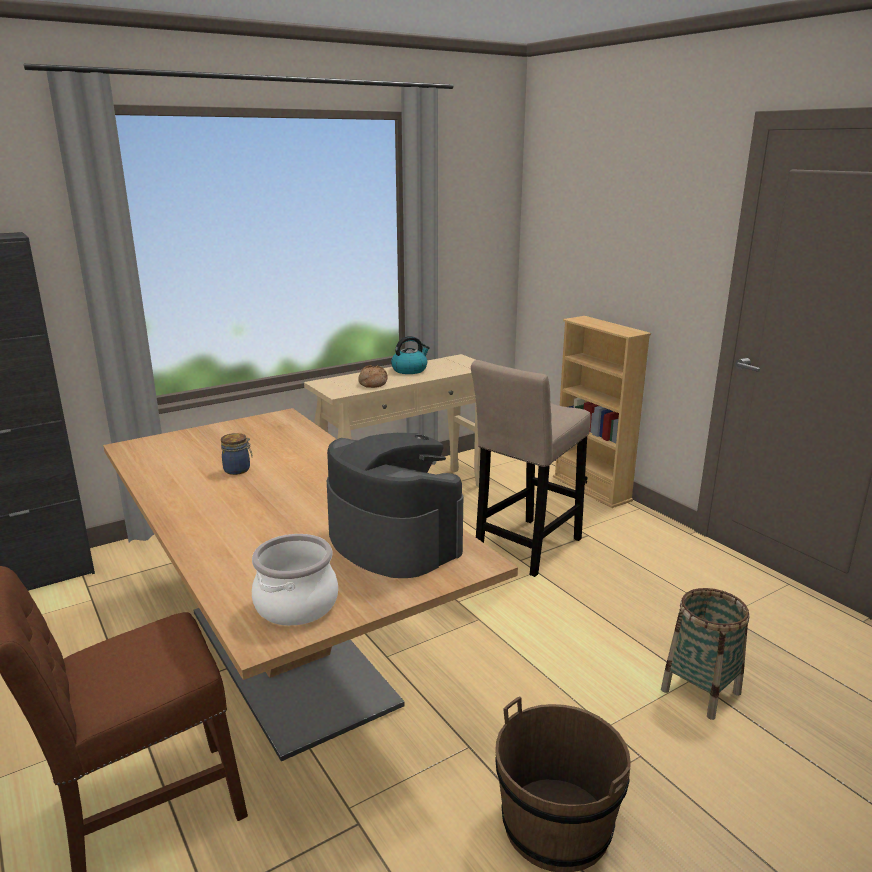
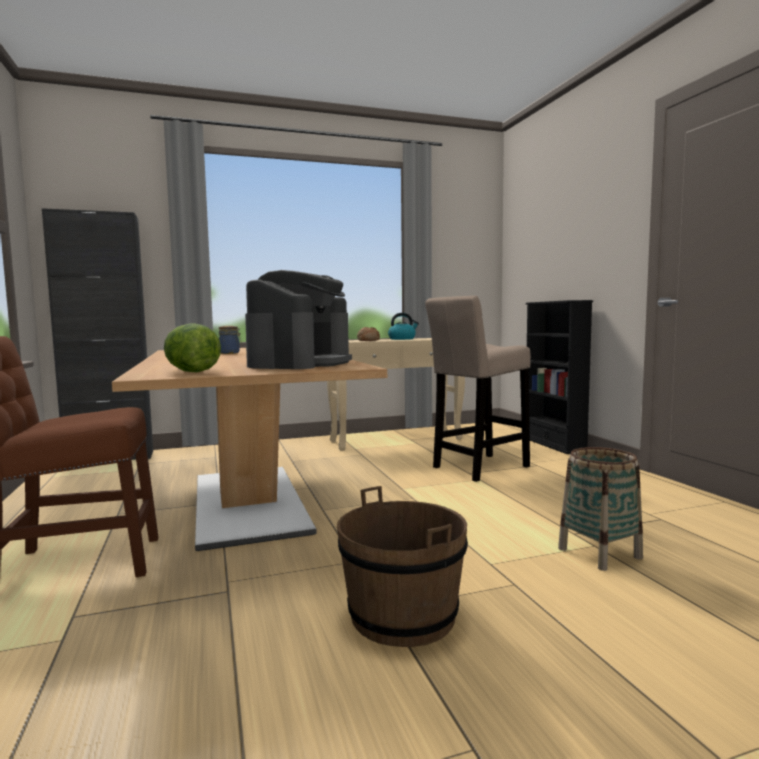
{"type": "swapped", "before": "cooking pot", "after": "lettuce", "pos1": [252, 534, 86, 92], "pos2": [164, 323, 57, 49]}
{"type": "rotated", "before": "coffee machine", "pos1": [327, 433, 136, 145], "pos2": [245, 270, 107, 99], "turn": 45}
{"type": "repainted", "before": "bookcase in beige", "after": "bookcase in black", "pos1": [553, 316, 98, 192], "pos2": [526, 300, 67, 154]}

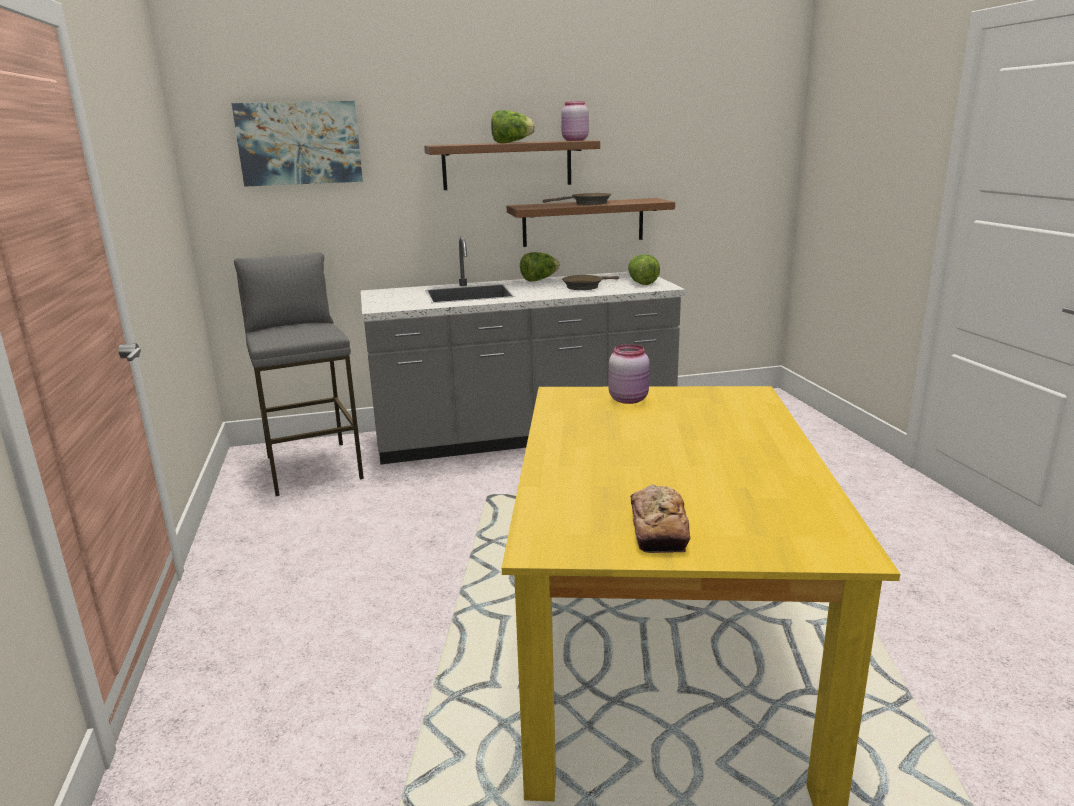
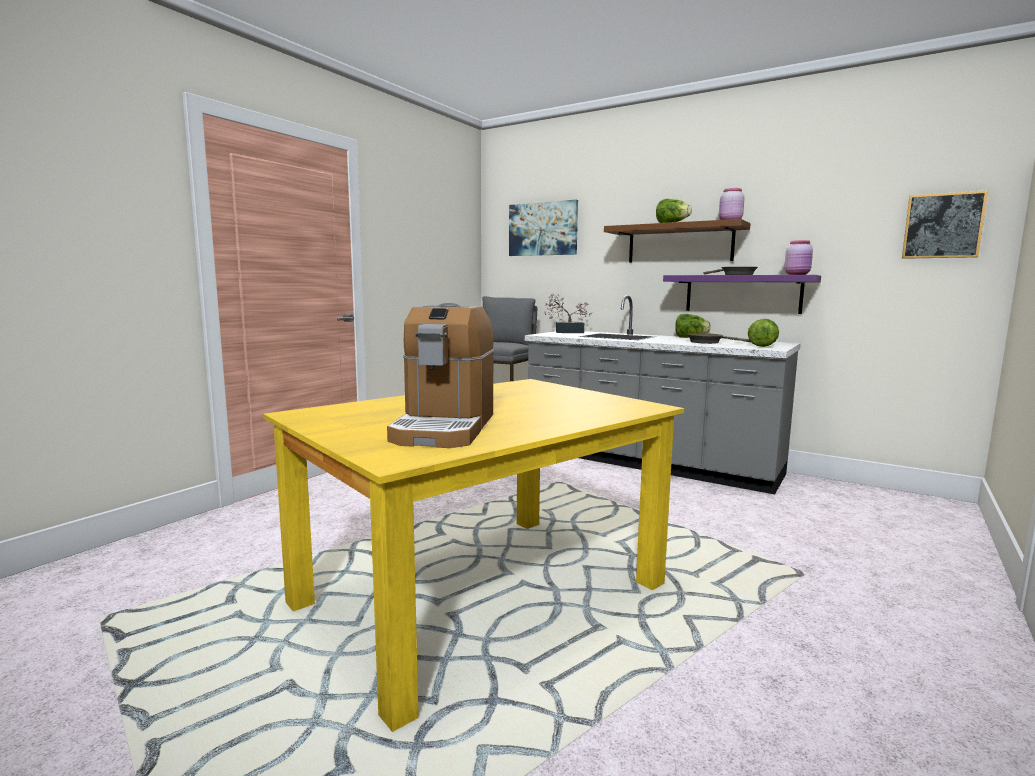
{"type": "repainted", "before": "shelf in brown", "after": "shelf in purple", "pos1": [507, 198, 168, 49], "pos2": [663, 275, 158, 39]}
{"type": "shifted", "before": "jar in pink", "pos1": [609, 344, 41, 60], "pos2": [784, 240, 29, 35]}
{"type": "gone", "before": "bread", "pos1": [630, 485, 60, 68]}
{"type": "new", "after": "coffee machine", "pos2": [387, 303, 107, 145]}
{"type": "new", "after": "potted plant", "pos2": [544, 293, 48, 40]}
{"type": "new", "after": "picture", "pos2": [902, 190, 86, 69]}

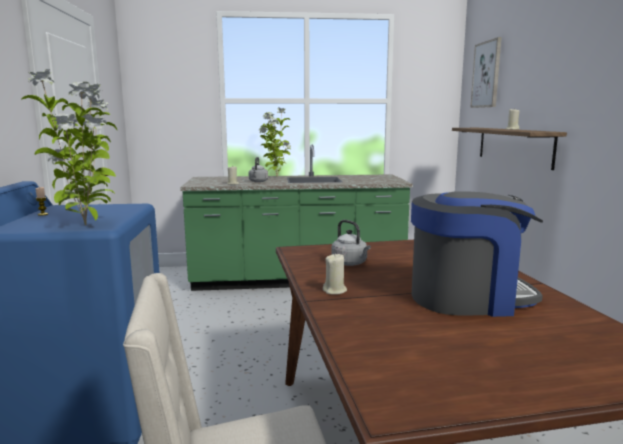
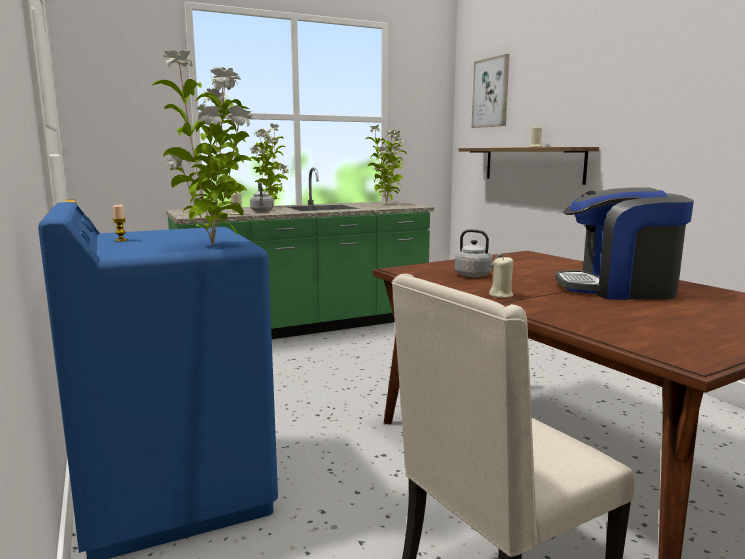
{"type": "rotated", "before": "coffee machine", "pos1": [411, 191, 132, 126], "pos2": [555, 187, 139, 113], "turn": -150}
{"type": "new", "after": "potted plant", "pos2": [366, 125, 41, 79]}

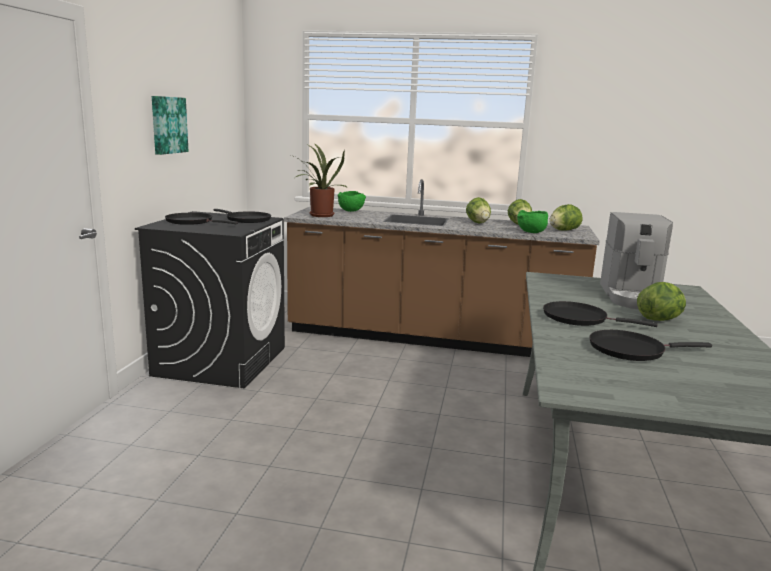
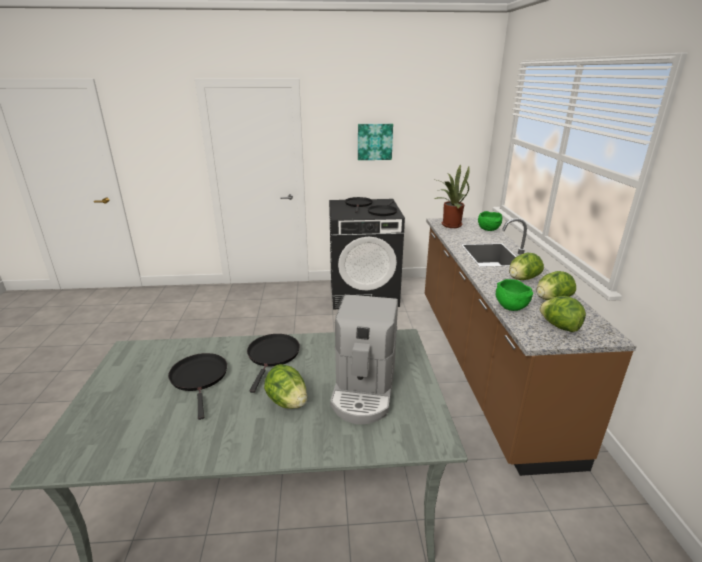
{"type": "rotated", "before": "coffee machine", "pos1": [600, 212, 73, 97], "pos2": [330, 295, 68, 129], "turn": -75}

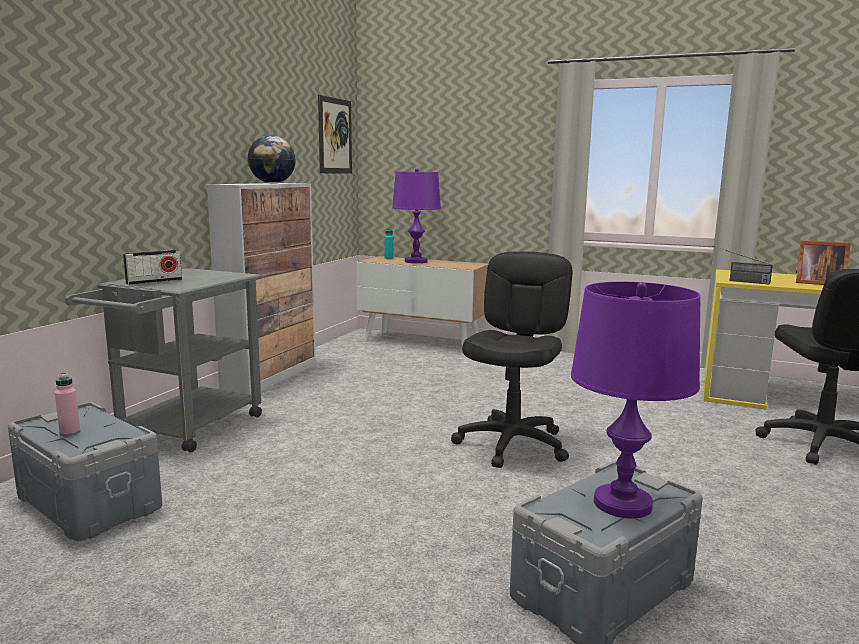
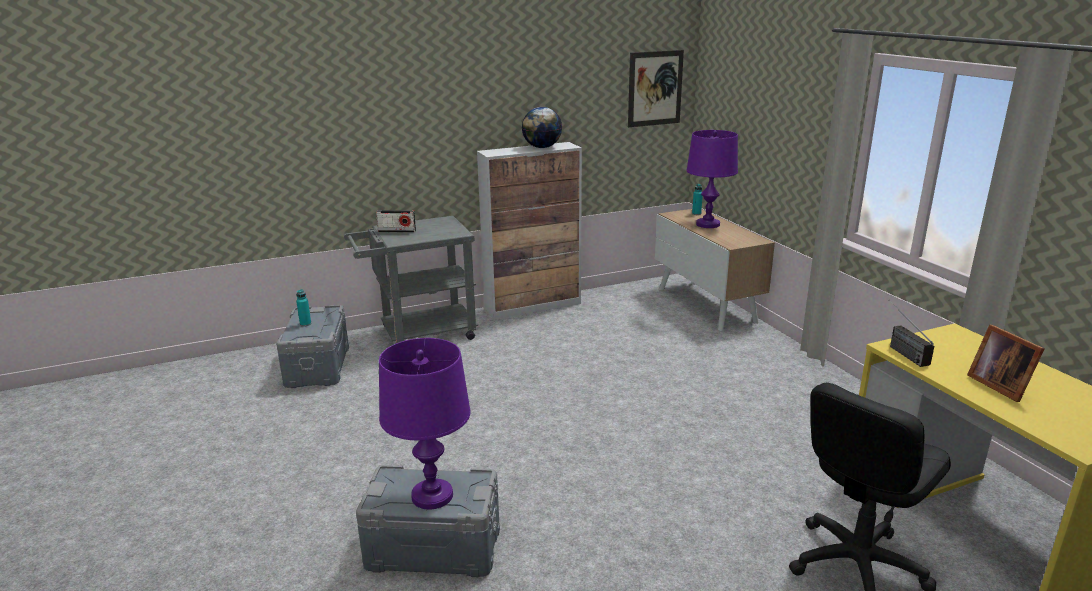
{"type": "repainted", "before": "bottle in pink", "after": "bottle in turquoise", "pos1": [55, 373, 25, 63], "pos2": [296, 289, 15, 38]}
{"type": "gone", "before": "office chair in black", "pos1": [451, 251, 121, 217]}

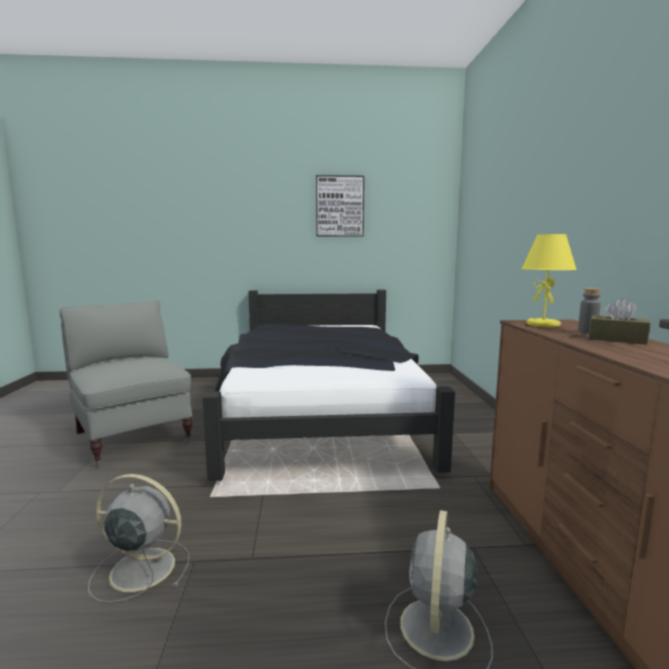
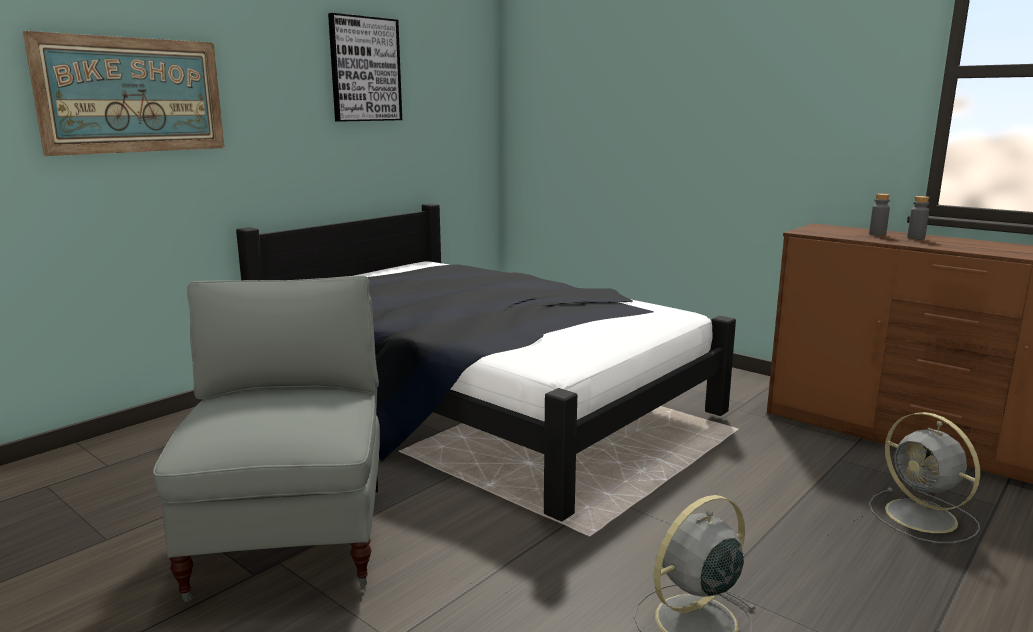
{"type": "rotated", "before": "armchair in grey", "pos1": [60, 301, 133, 166], "pos2": [153, 276, 227, 326], "turn": 75}
{"type": "gone", "before": "table lamp in yellow", "pos1": [521, 234, 56, 94]}
{"type": "swapped", "before": "tissue box in brown", "after": "bottle in grey", "pos1": [589, 298, 61, 47], "pos2": [907, 196, 23, 43]}
{"type": "new", "after": "picture", "pos2": [23, 31, 202, 125]}

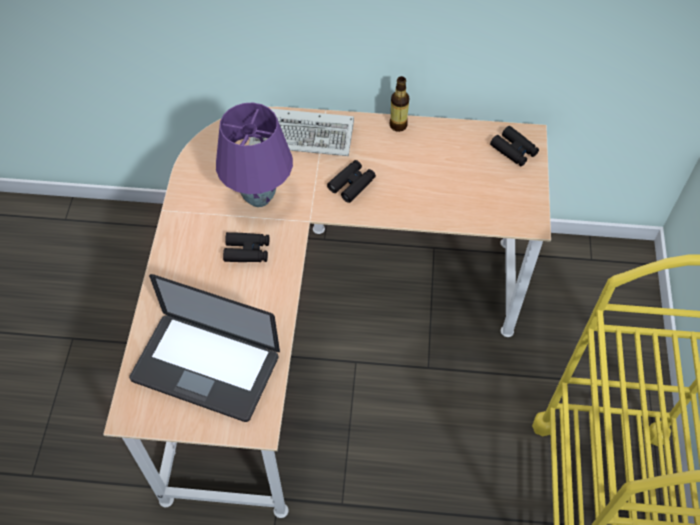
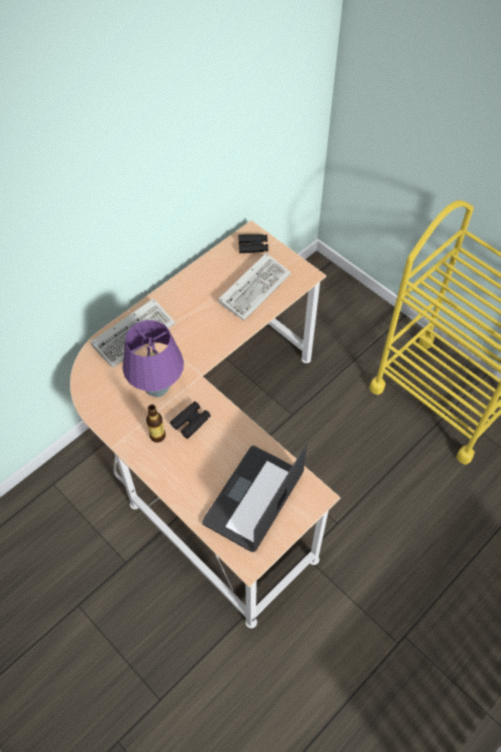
{"type": "rotated", "before": "laptop", "pos1": [129, 274, 151, 148], "pos2": [202, 444, 105, 108], "turn": 150}
{"type": "gone", "before": "binoculars in black", "pos1": [327, 160, 49, 43]}
{"type": "shifted", "before": "bottle", "pos1": [389, 76, 20, 56], "pos2": [146, 404, 20, 39]}
{"type": "new", "after": "keyboard", "pos2": [218, 253, 73, 68]}

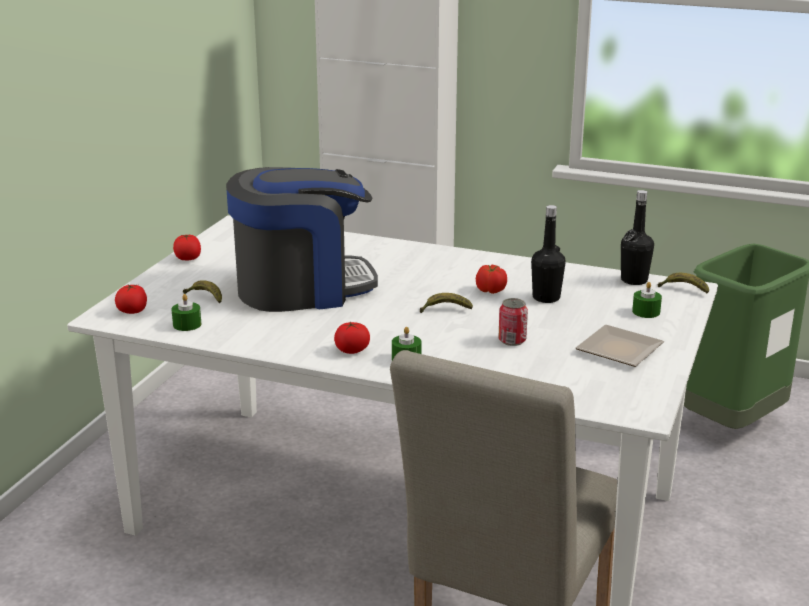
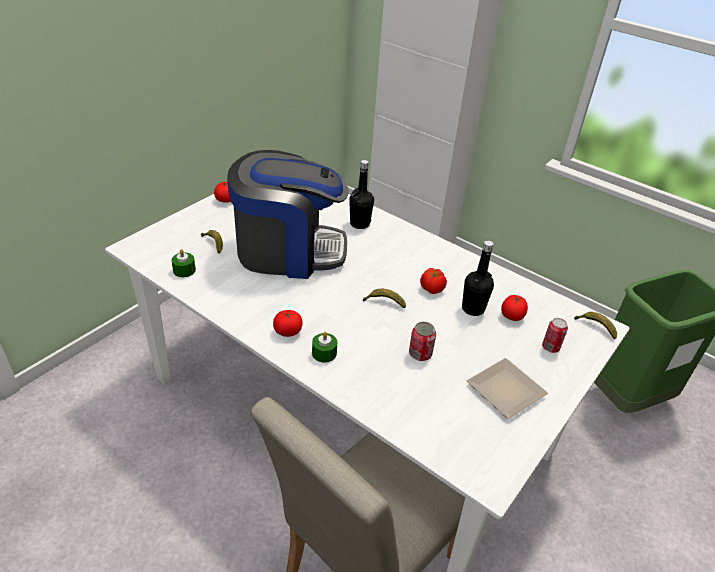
{"type": "shifted", "before": "tomato", "pos1": [115, 284, 32, 30], "pos2": [501, 295, 27, 26]}
{"type": "shifted", "before": "bottle in black", "pos1": [621, 190, 33, 95], "pos2": [349, 160, 25, 69]}
{"type": "swapped", "before": "candle in green", "after": "can", "pos1": [632, 282, 30, 36], "pos2": [542, 318, 26, 35]}

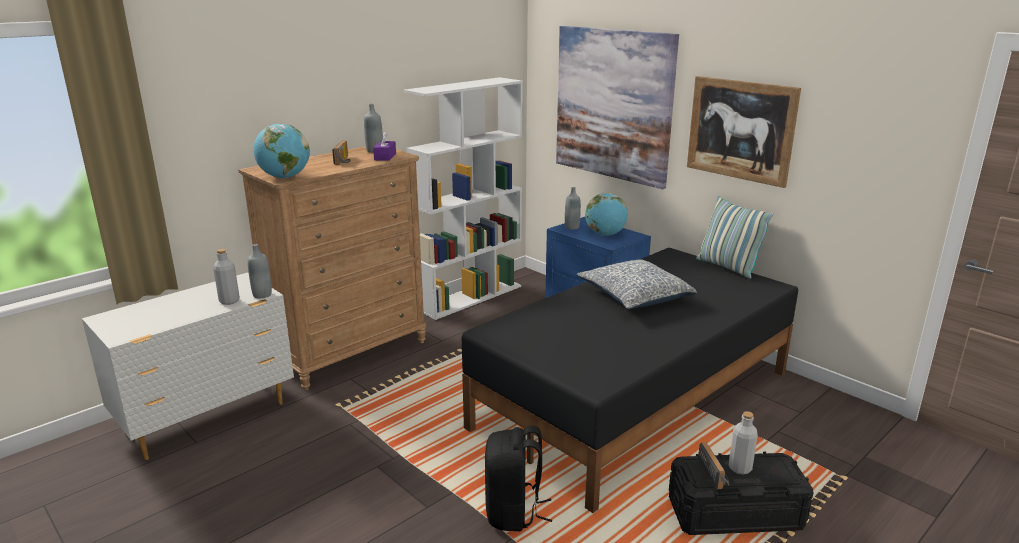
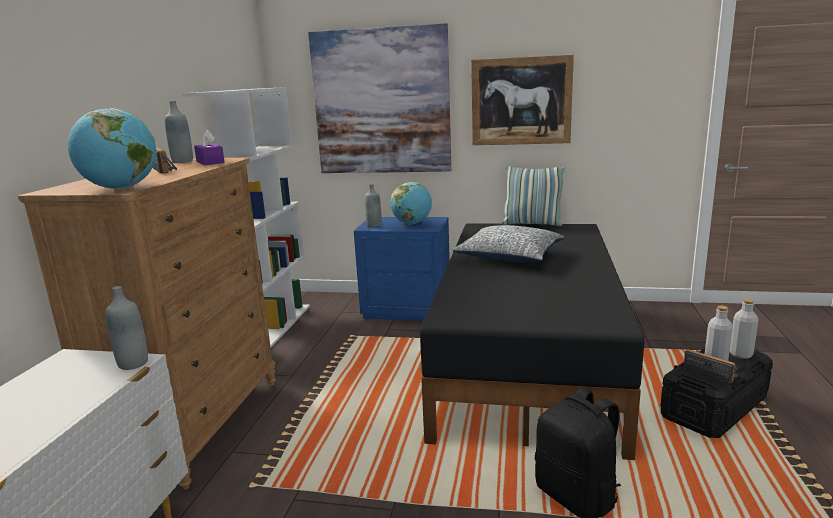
{"type": "shifted", "before": "bottle in grey", "pos1": [213, 249, 27, 56], "pos2": [730, 299, 28, 60]}

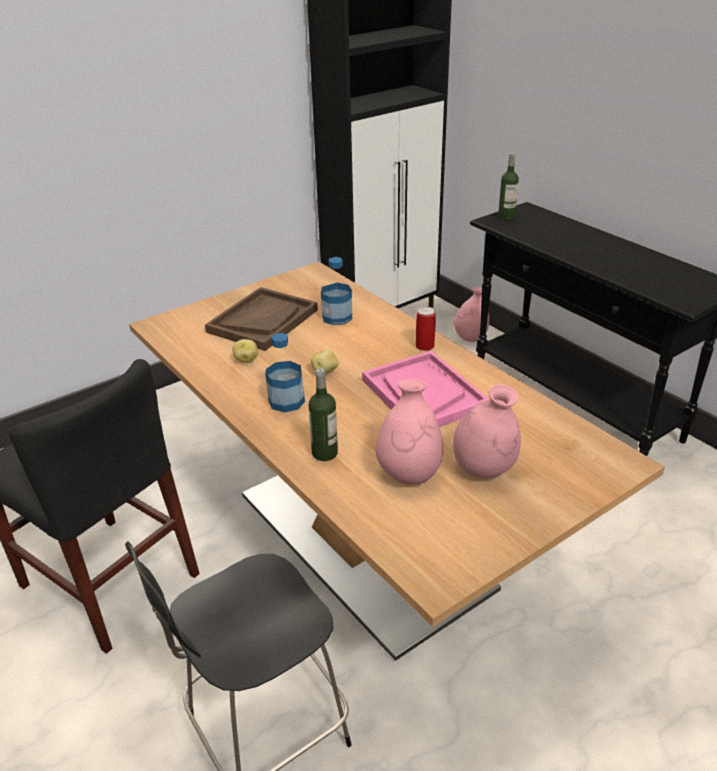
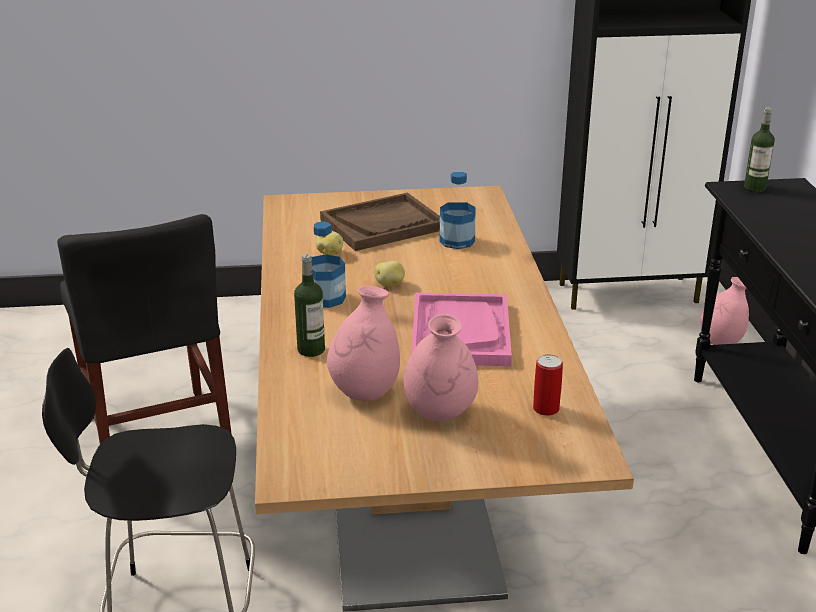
{"type": "shifted", "before": "can", "pos1": [416, 306, 20, 45], "pos2": [533, 354, 30, 62]}

